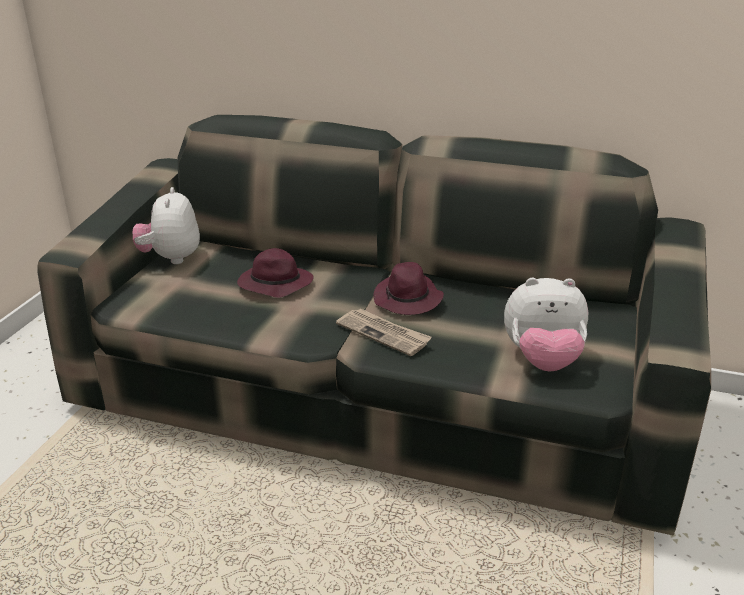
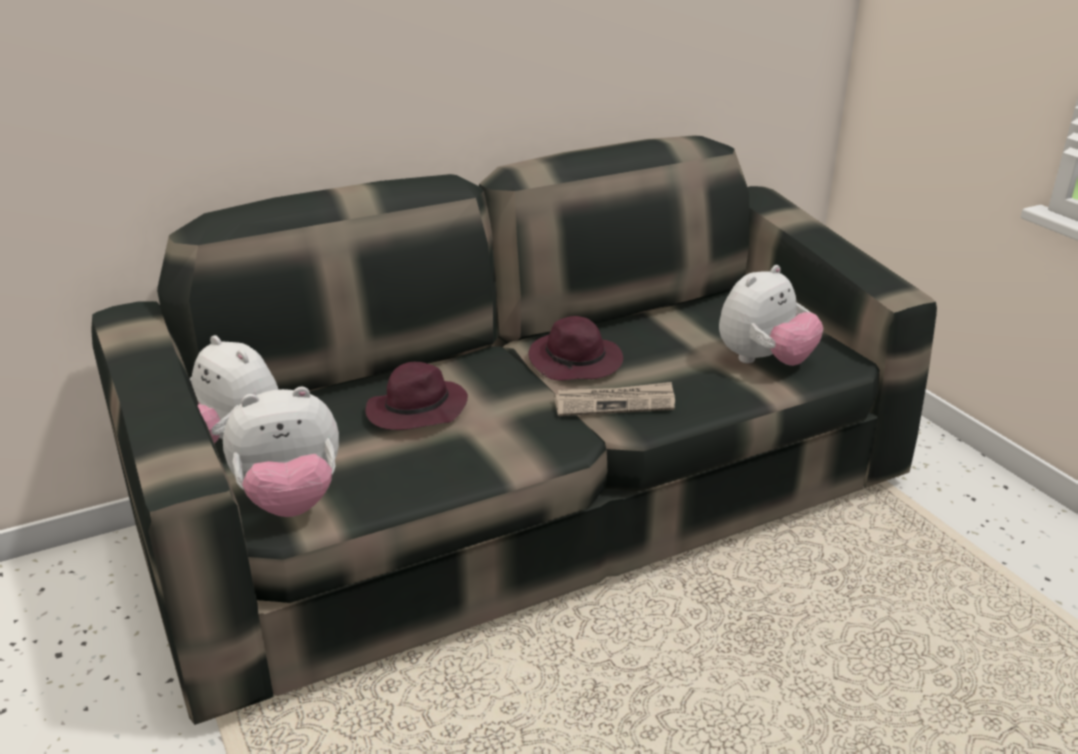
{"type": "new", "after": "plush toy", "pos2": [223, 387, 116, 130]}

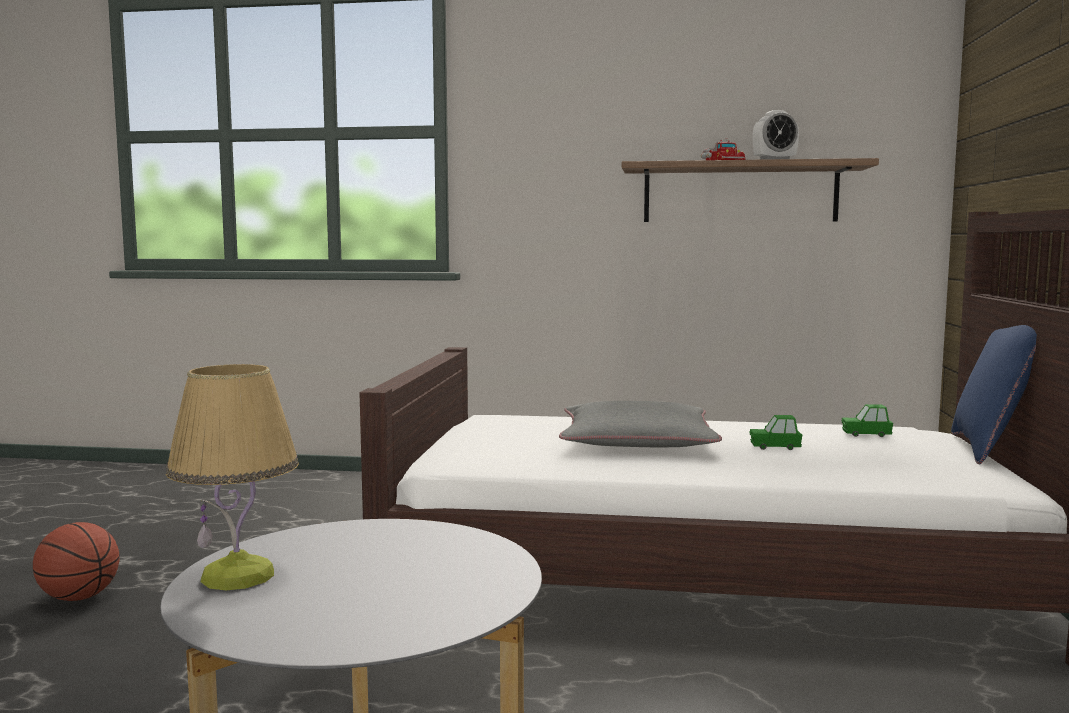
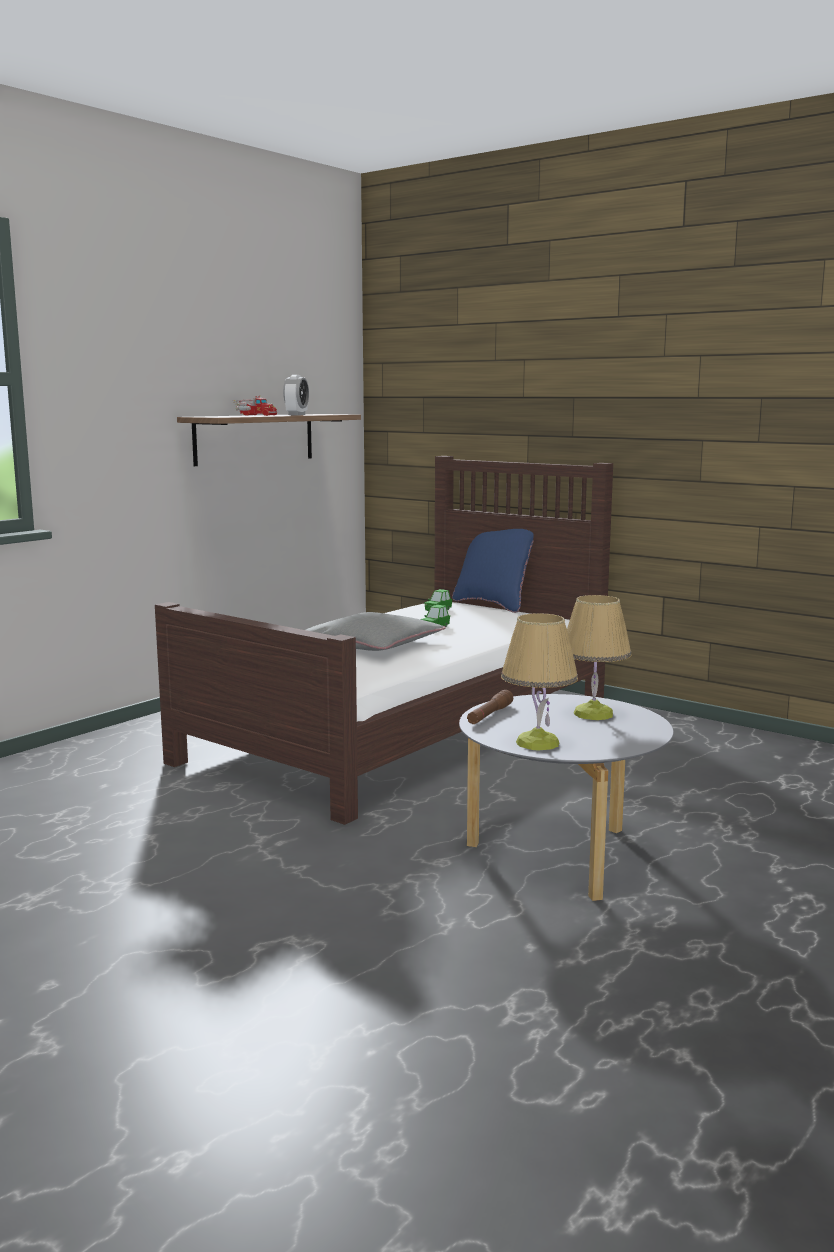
{"type": "gone", "before": "basketball", "pos1": [33, 522, 87, 79]}
{"type": "new", "after": "flashlight in brown", "pos2": [467, 690, 46, 34]}
{"type": "new", "after": "table lamp", "pos2": [567, 595, 65, 125]}

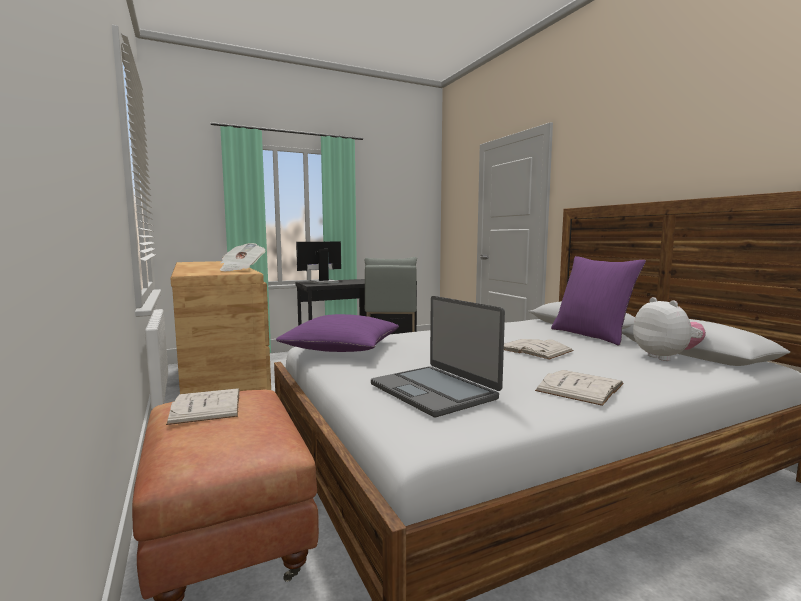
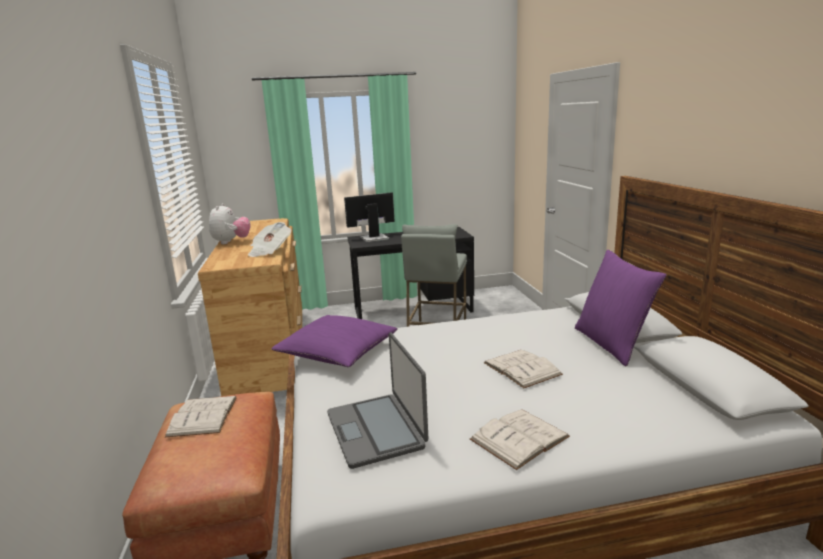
{"type": "shifted", "before": "plush toy", "pos1": [633, 297, 73, 64], "pos2": [209, 203, 42, 41]}

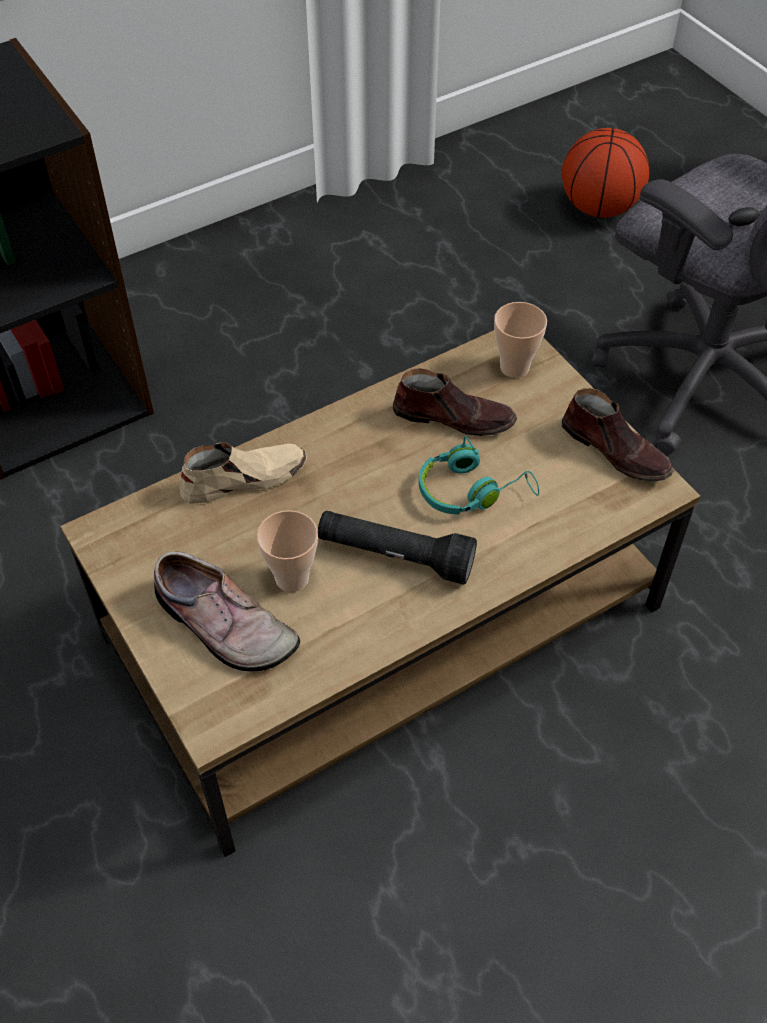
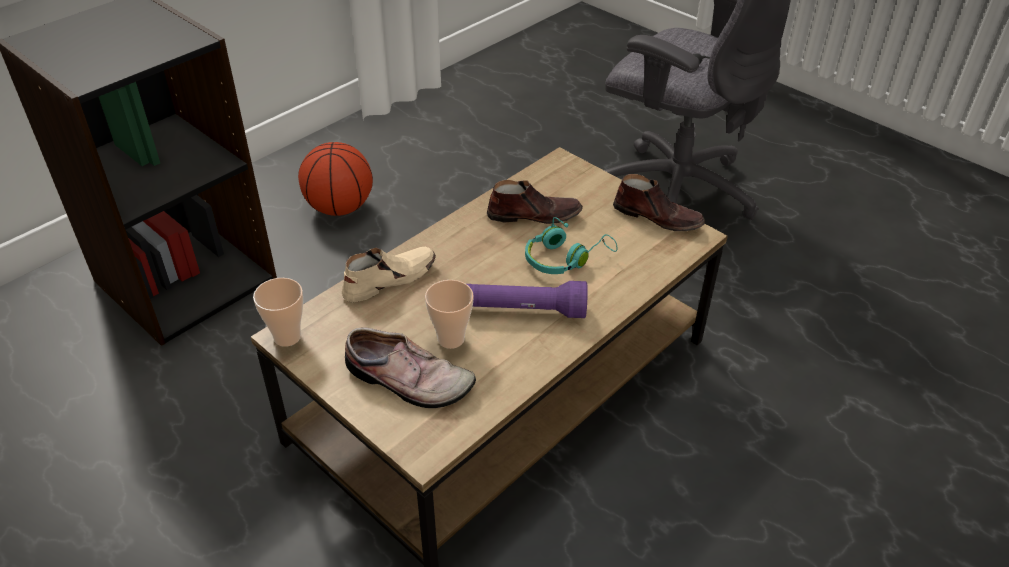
{"type": "repainted", "before": "flashlight in black", "after": "flashlight in purple", "pos1": [318, 511, 159, 74], "pos2": [467, 281, 121, 37]}
{"type": "shifted", "before": "cup", "pos1": [494, 302, 53, 76], "pos2": [253, 278, 50, 69]}
{"type": "shifted", "before": "basketball", "pos1": [562, 128, 88, 90], "pos2": [298, 142, 75, 74]}

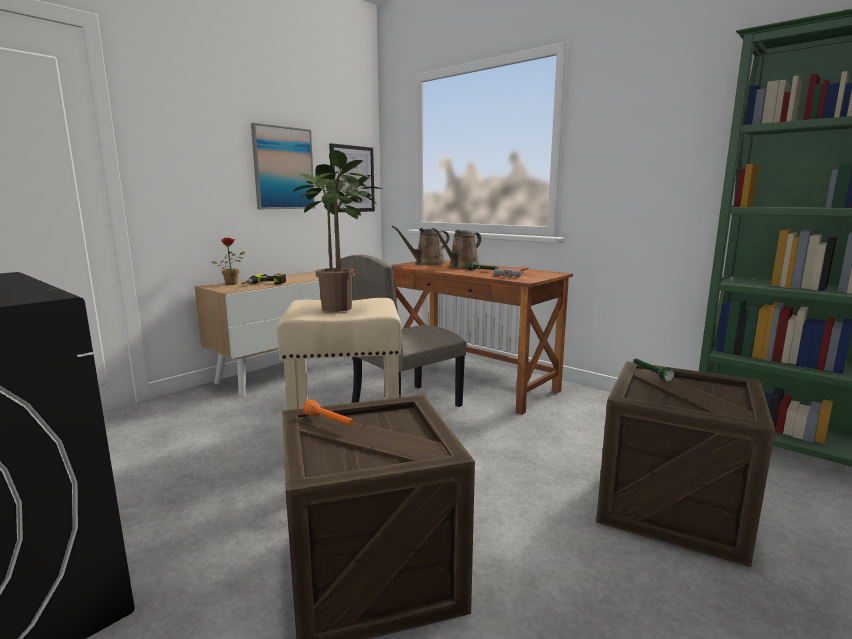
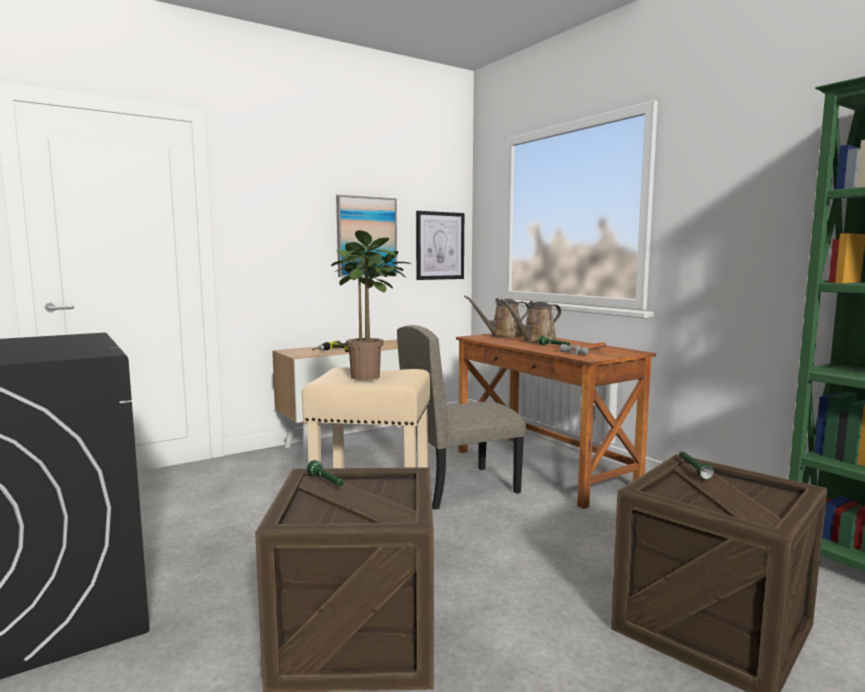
{"type": "gone", "before": "potted plant", "pos1": [211, 238, 34, 47]}
{"type": "repainted", "before": "flashlight in orange", "after": "flashlight in green", "pos1": [303, 400, 51, 26], "pos2": [307, 460, 37, 26]}

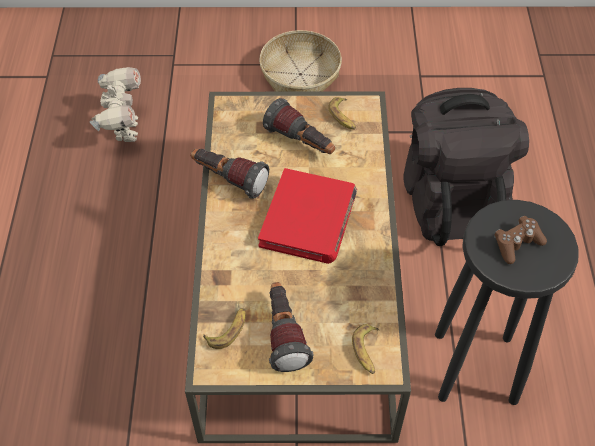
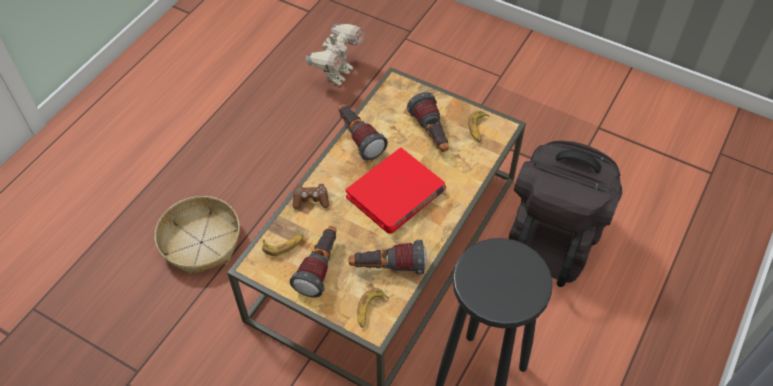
{"type": "shifted", "before": "basket", "pos1": [259, 30, 83, 62], "pos2": [155, 196, 85, 80]}
{"type": "shifted", "before": "game controller in brown", "pos1": [494, 216, 53, 48], "pos2": [292, 184, 37, 25]}
{"type": "new", "after": "flashlight", "pos2": [349, 240, 78, 35]}

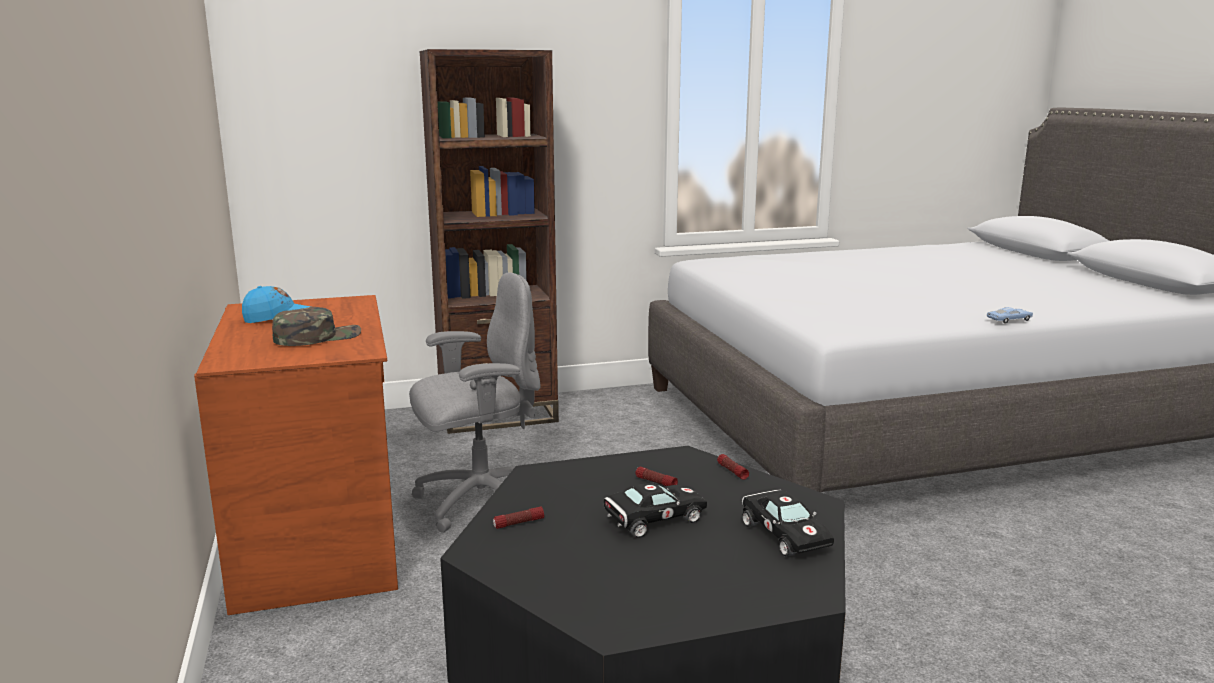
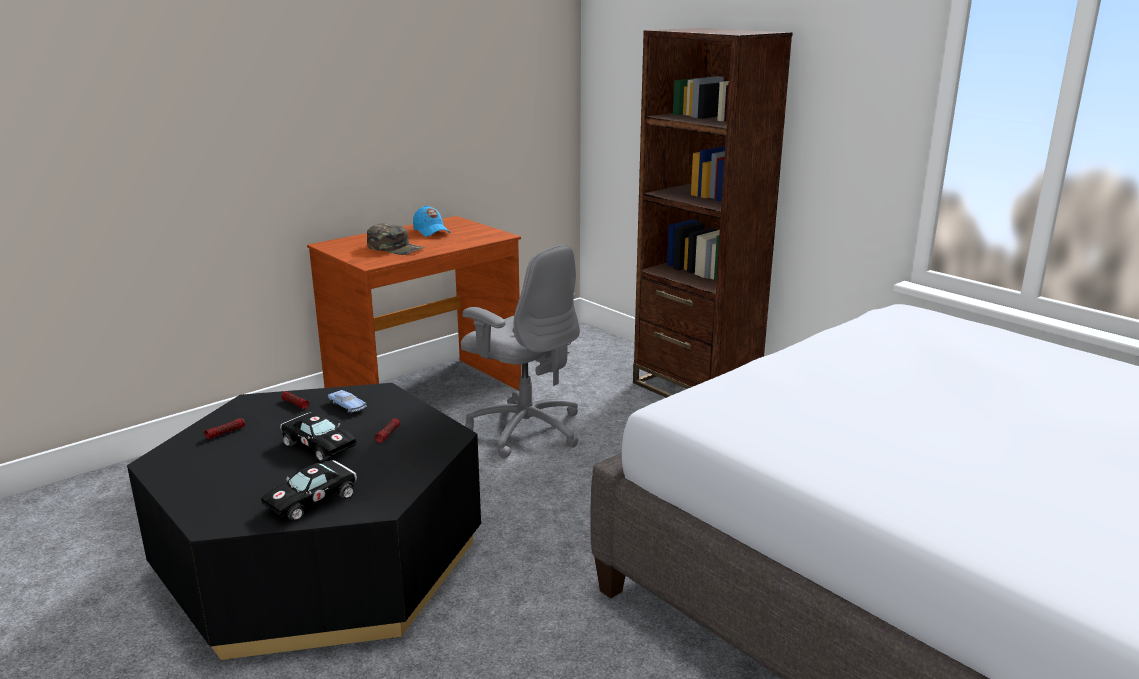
{"type": "shifted", "before": "flashlight", "pos1": [717, 454, 32, 26], "pos2": [205, 418, 40, 21]}
{"type": "shifted", "before": "toy car in blue", "pos1": [987, 307, 46, 16], "pos2": [328, 390, 39, 24]}

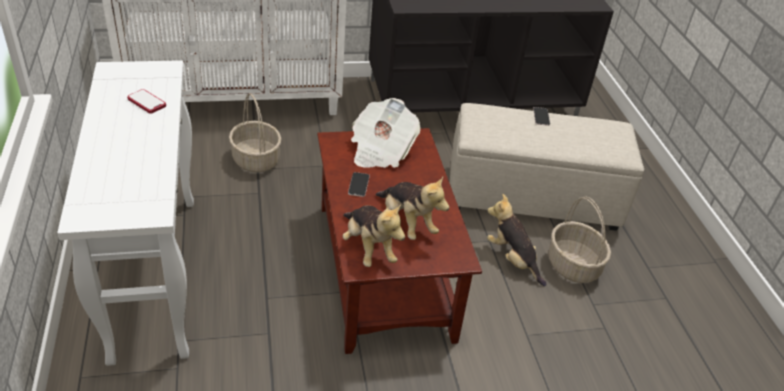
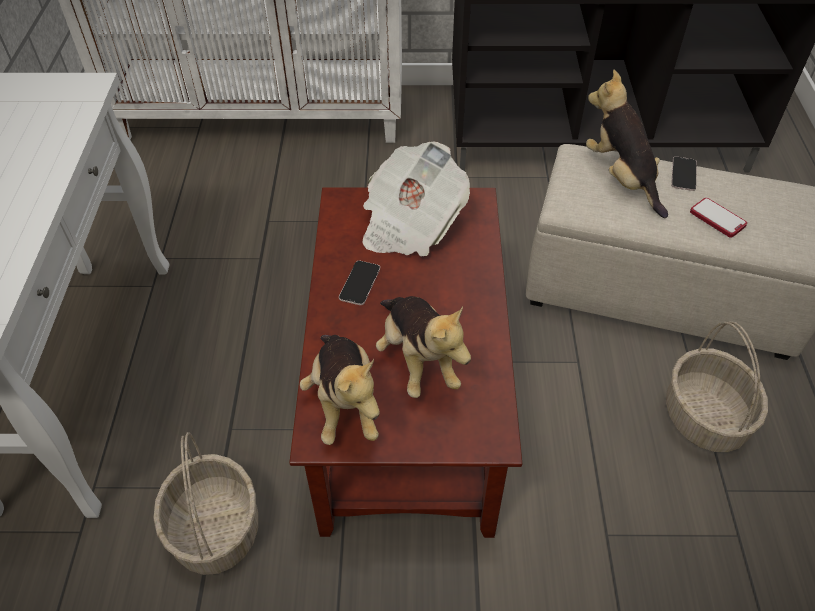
{"type": "shifted", "before": "phone", "pos1": [127, 89, 39, 25], "pos2": [690, 198, 57, 40]}
{"type": "shifted", "before": "basket", "pos1": [229, 93, 53, 79], "pos2": [153, 432, 105, 143]}
{"type": "shifted", "before": "plush toy", "pos1": [487, 194, 59, 92], "pos2": [586, 70, 82, 148]}

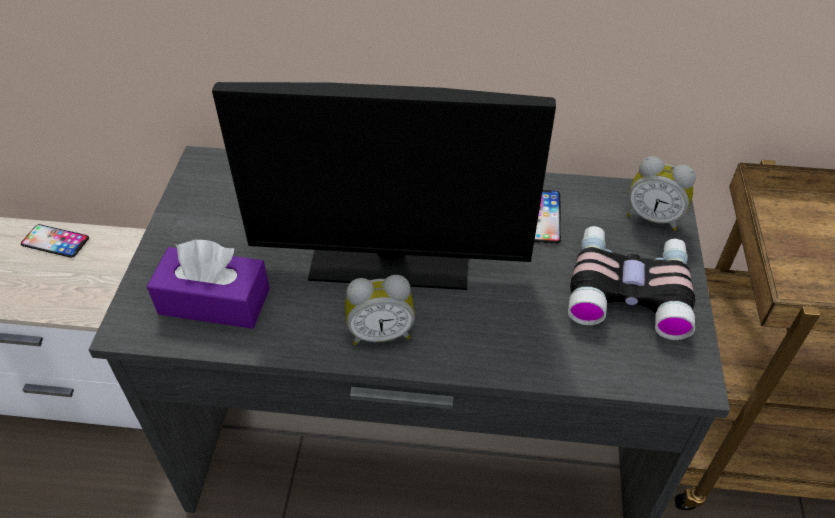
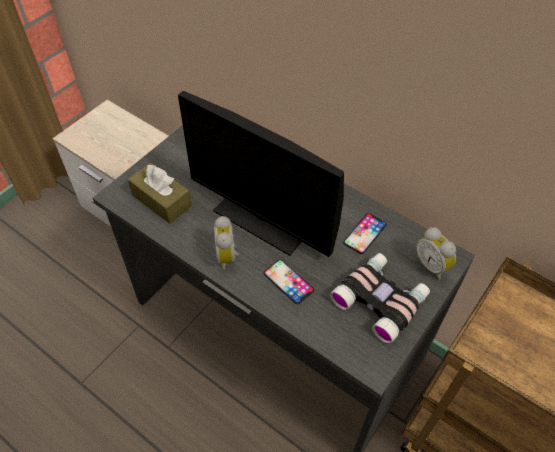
{"type": "shifted", "before": "phone", "pos1": [21, 224, 68, 34], "pos2": [264, 260, 50, 44]}
{"type": "repainted", "before": "tissue box in purple", "after": "tissue box in brown", "pos1": [147, 240, 123, 89], "pos2": [128, 163, 64, 61]}
{"type": "rotated", "before": "alarm clock", "pos1": [345, 275, 70, 70], "pos2": [214, 216, 26, 55], "turn": 60}

